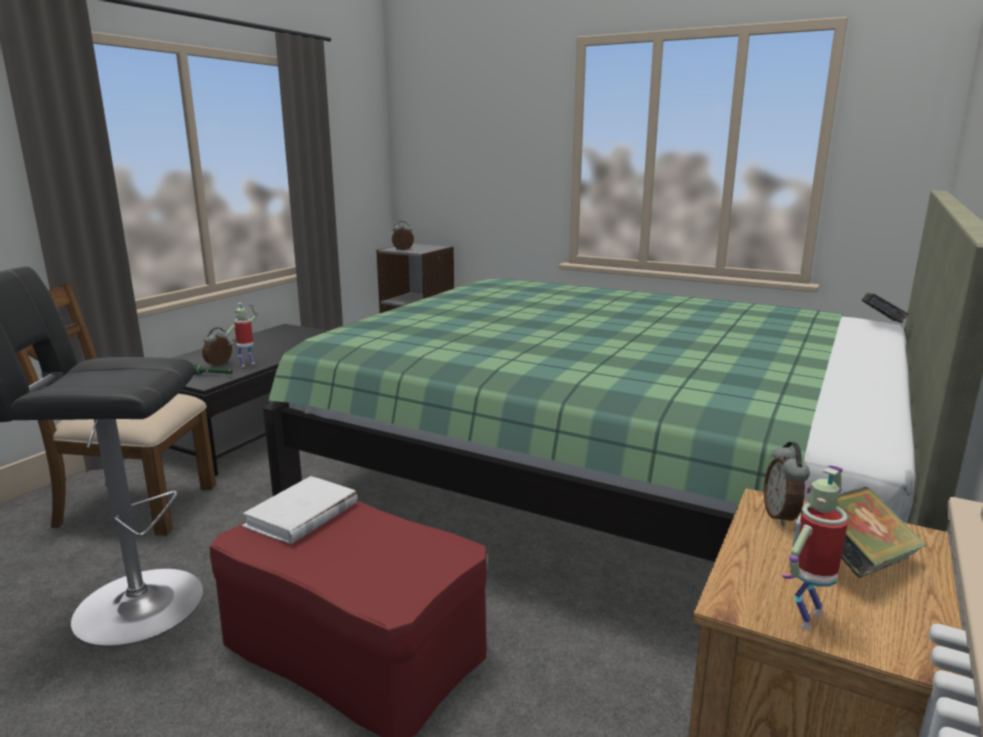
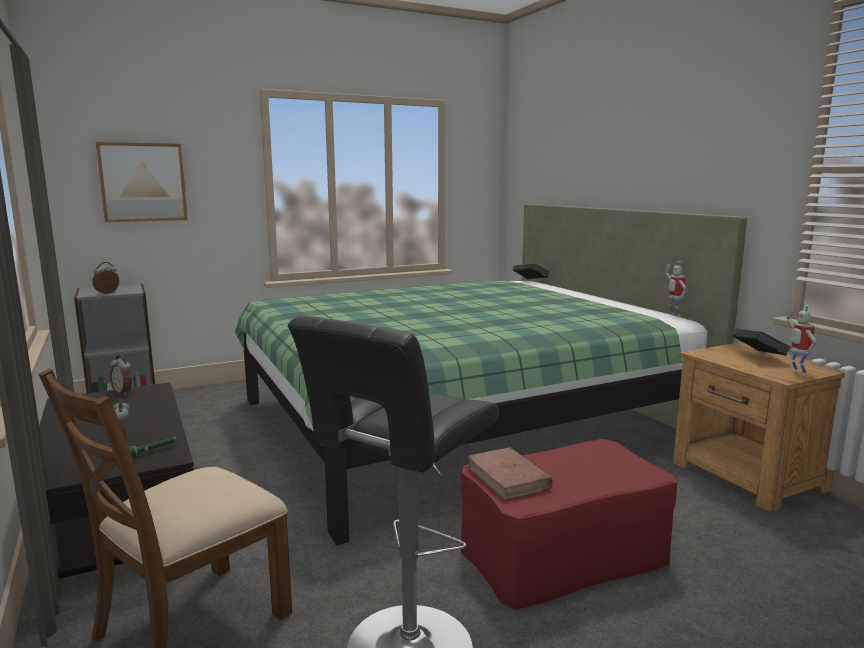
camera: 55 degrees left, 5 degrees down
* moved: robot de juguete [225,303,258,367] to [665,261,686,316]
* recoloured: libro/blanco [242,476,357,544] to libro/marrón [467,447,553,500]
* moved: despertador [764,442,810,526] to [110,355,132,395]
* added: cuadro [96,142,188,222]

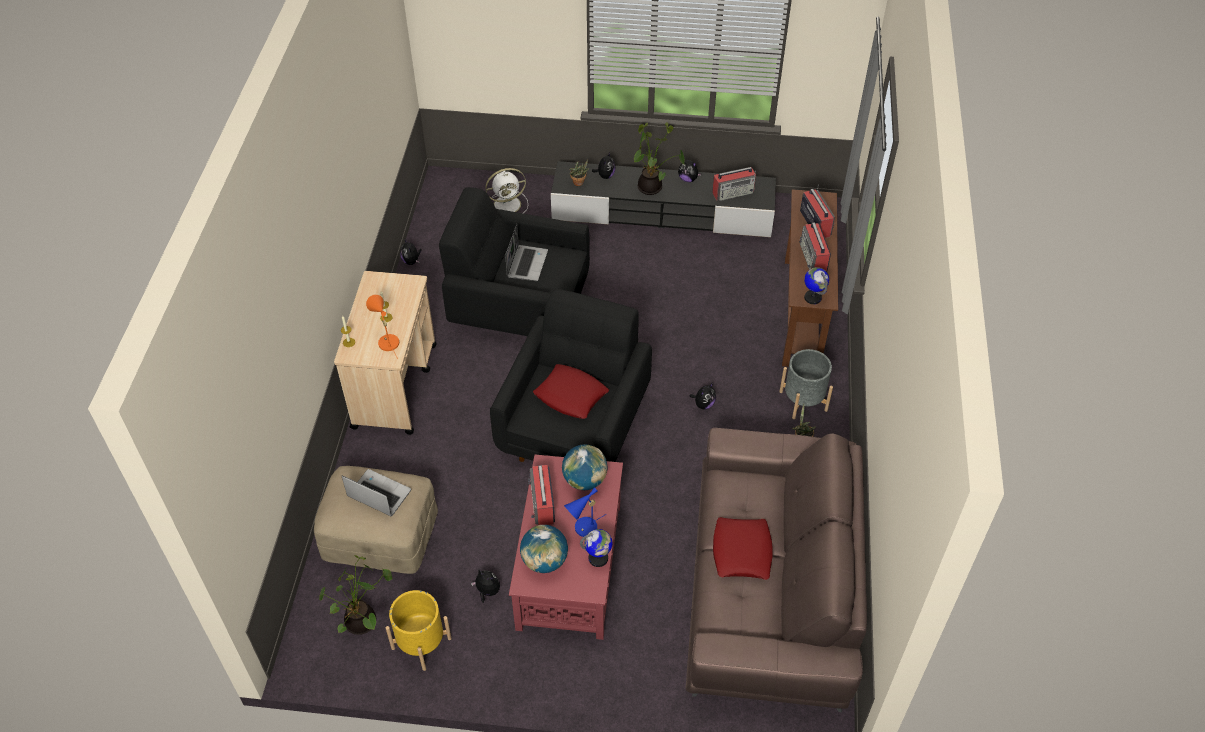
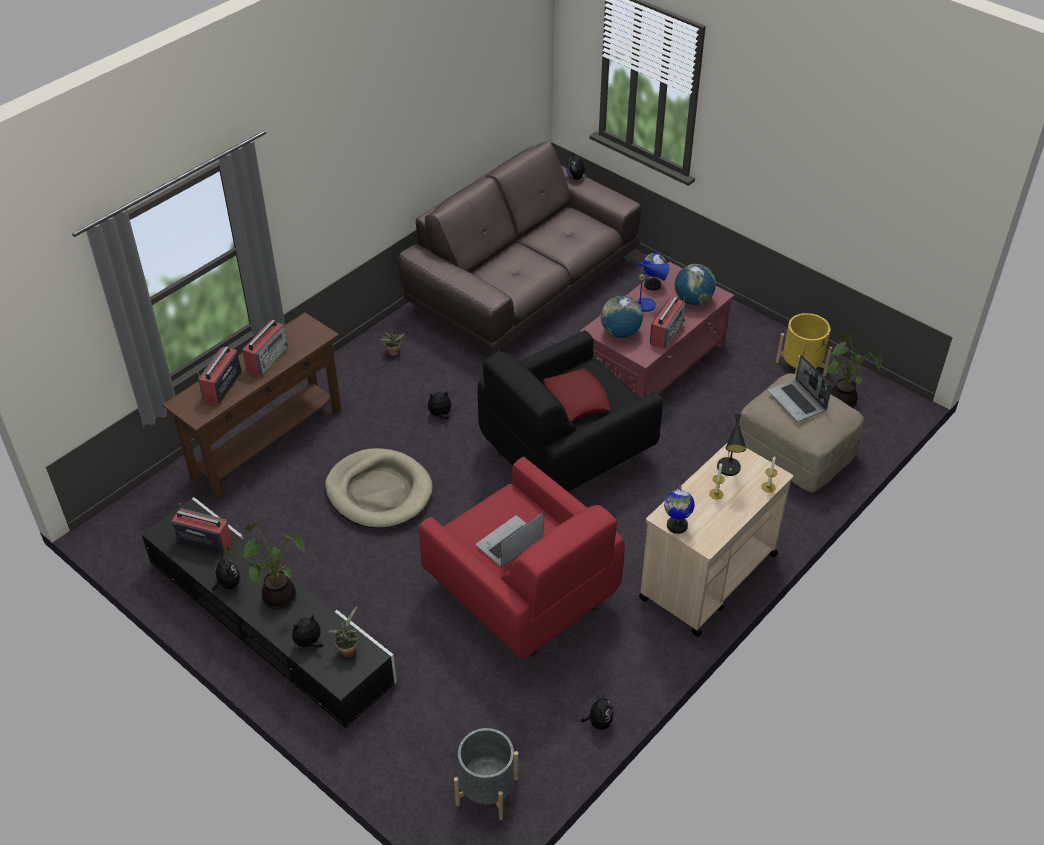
camera: 145 degrees left, 5 degrees down
* recoloured: lámpara de mesa/naranja [366,295,399,359] to lámpara de mesa/negro [717,414,746,476]
* recoloured: sillón/negro [439,187,590,336] to sillón/rojo [419,457,625,659]
* moved: peluche [471,569,500,603] to [566,152,587,180]
* removed: ventilador/blanco [485,168,528,212]
* removed: cojín/rojo [713,517,773,580]
* moved: maceta/gris [779,349,833,419] to [454,728,519,820]
* moved: globo terráqueo [804,267,829,304] to [664,485,694,534]
* added: cama para perro/beis [325,448,433,528]

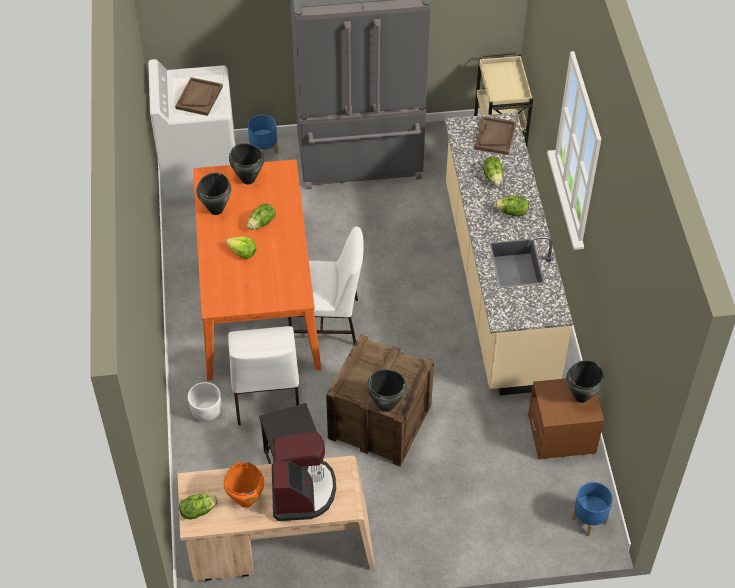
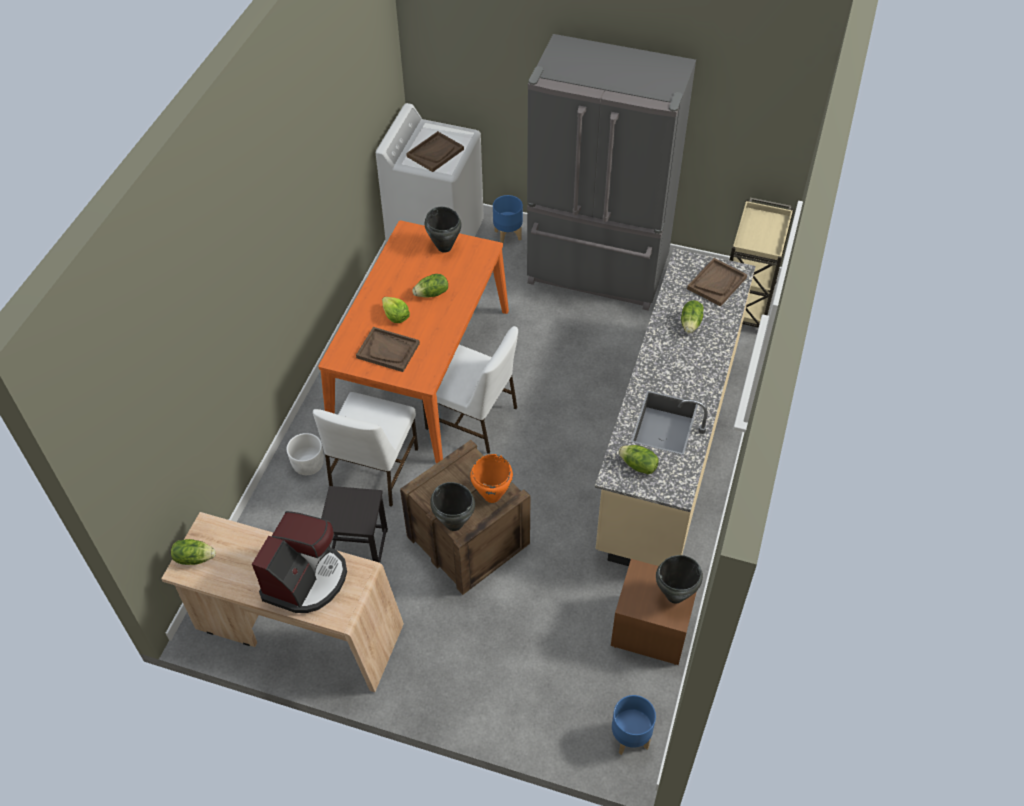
camera: 25 degrees right, 0 degrees up
* removed: olla/negro [197,173,231,215]
* moved: olla/naranja [224,462,264,508] to [470,454,513,503]
* moved: lechuga [494,196,529,216] to [618,445,659,474]
* added: bandeja/marrón [356,327,420,372]

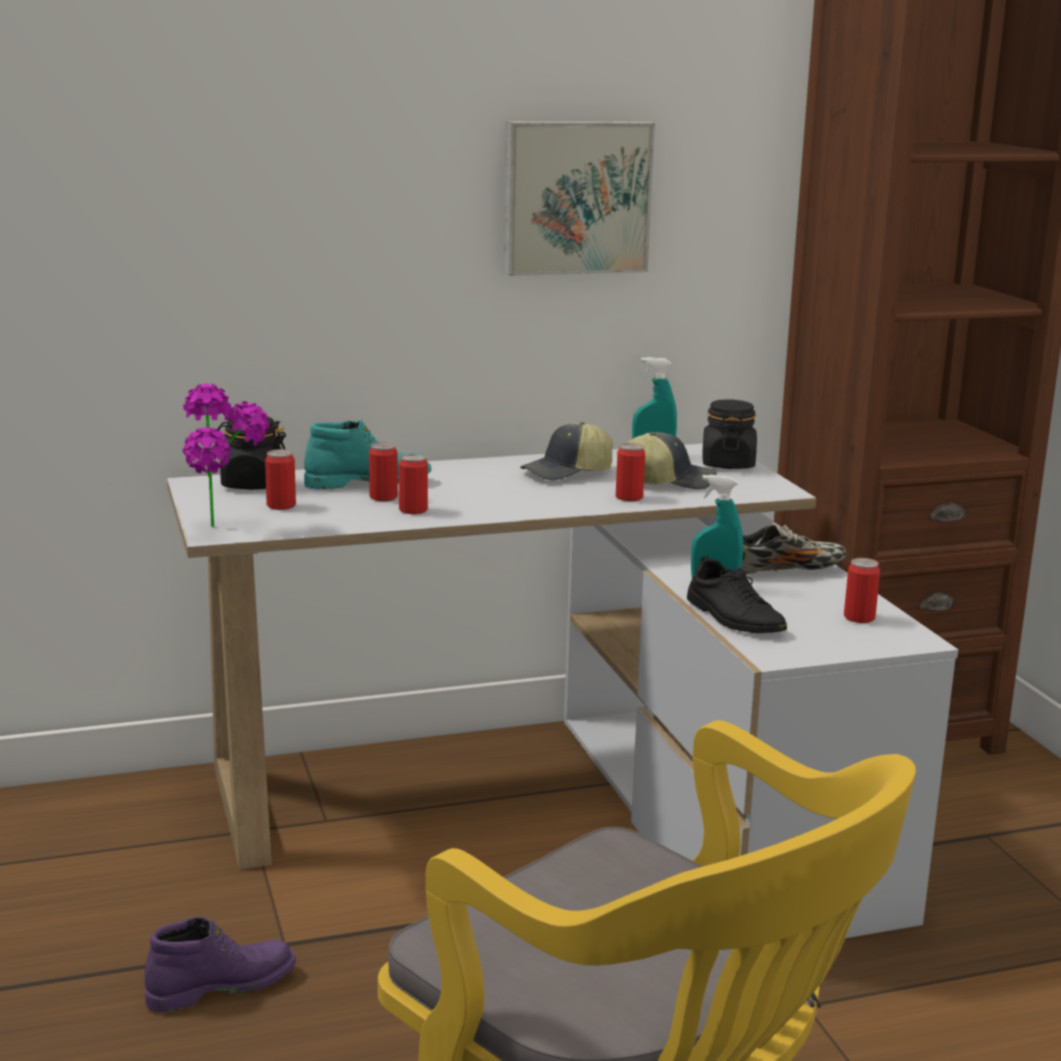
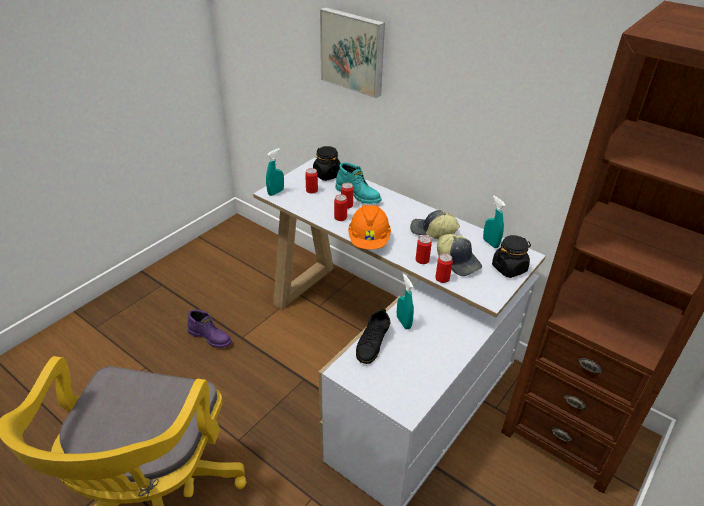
camera: 55 degrees right, 20 degrees up
* replaced: planta en maceta [183,384,269,527] to pulverizador/turquesa [266,148,284,196]
* moved: cuadro [504,121,655,276] to [320,7,385,98]
* removed: zapato [742,525,847,574]
* moved: lata [844,558,880,623] to [435,253,453,283]
* added: casco/naranja [348,205,391,249]

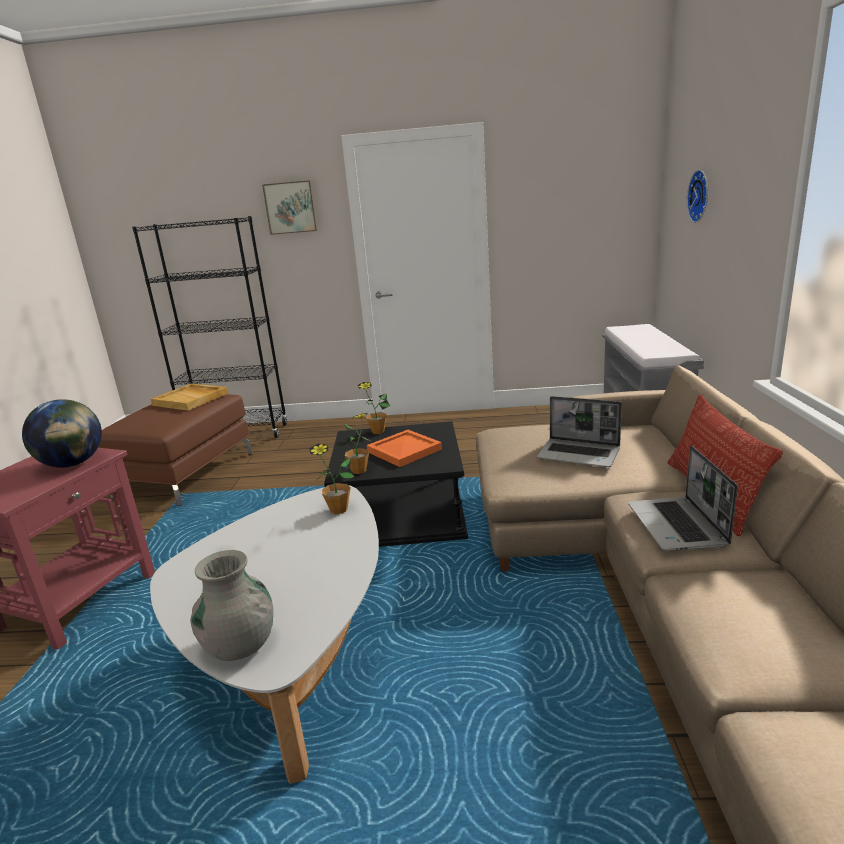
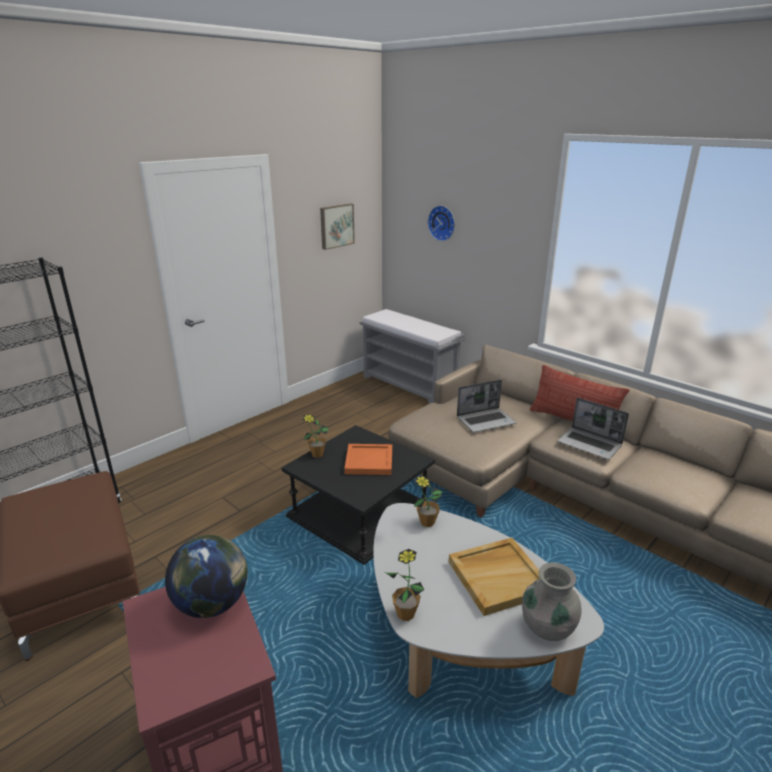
camera: 50 degrees left, 5 degrees up
* moved: bandeja/beis [151,383,228,411] to [449,538,540,616]
* moved: cuadro [262,180,318,235] to [320,204,355,250]
* moved: planta en maceta [340,413,372,474] to [385,549,425,621]

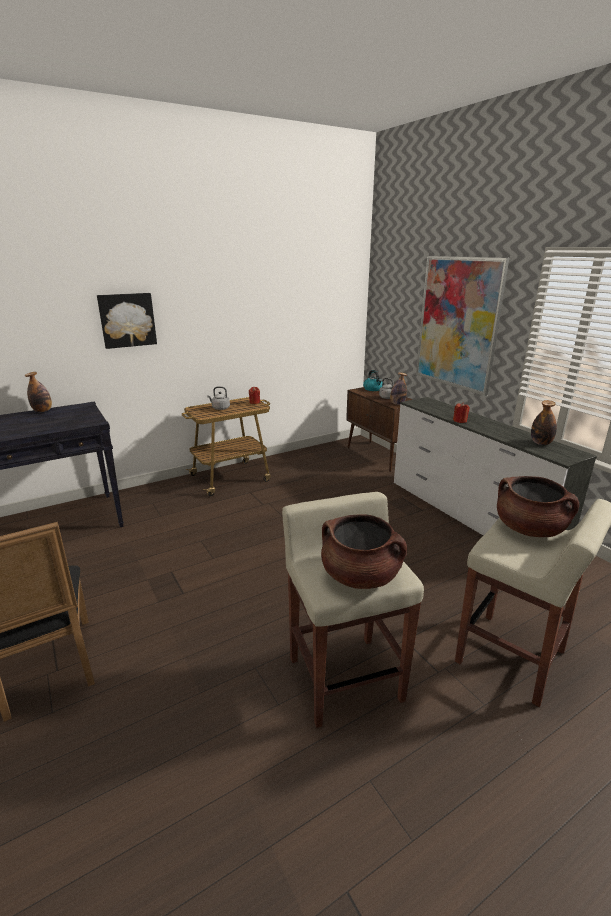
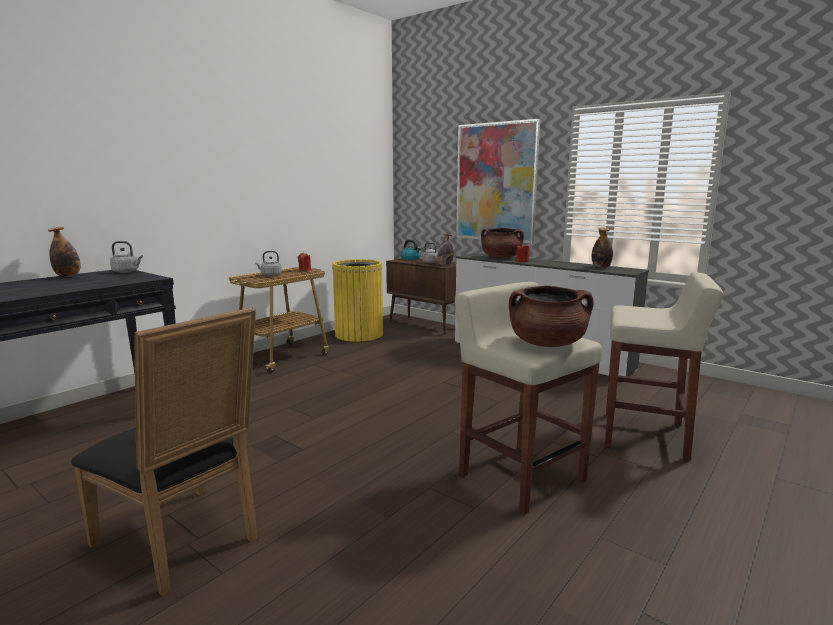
camera: 20 degrees left, 10 degrees down
* removed: cuadro [97,293,157,349]
* moved: olla/marrón [497,476,579,537] to [481,228,524,258]
* added: hervidor/gris [110,241,143,273]
* added: papelera/amarillo [332,259,383,342]

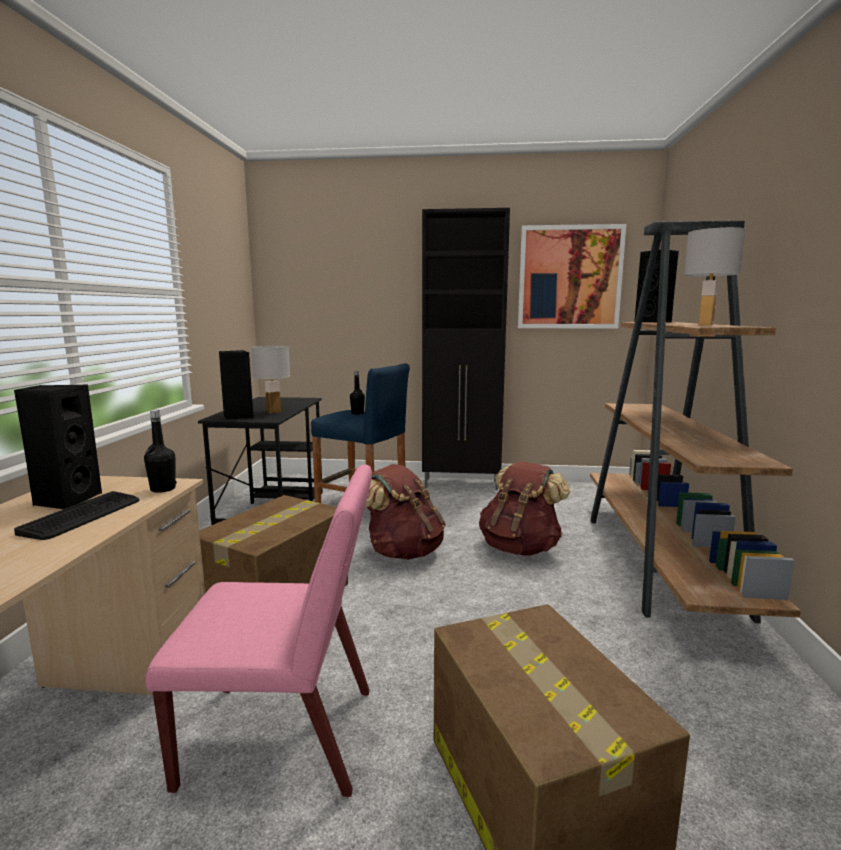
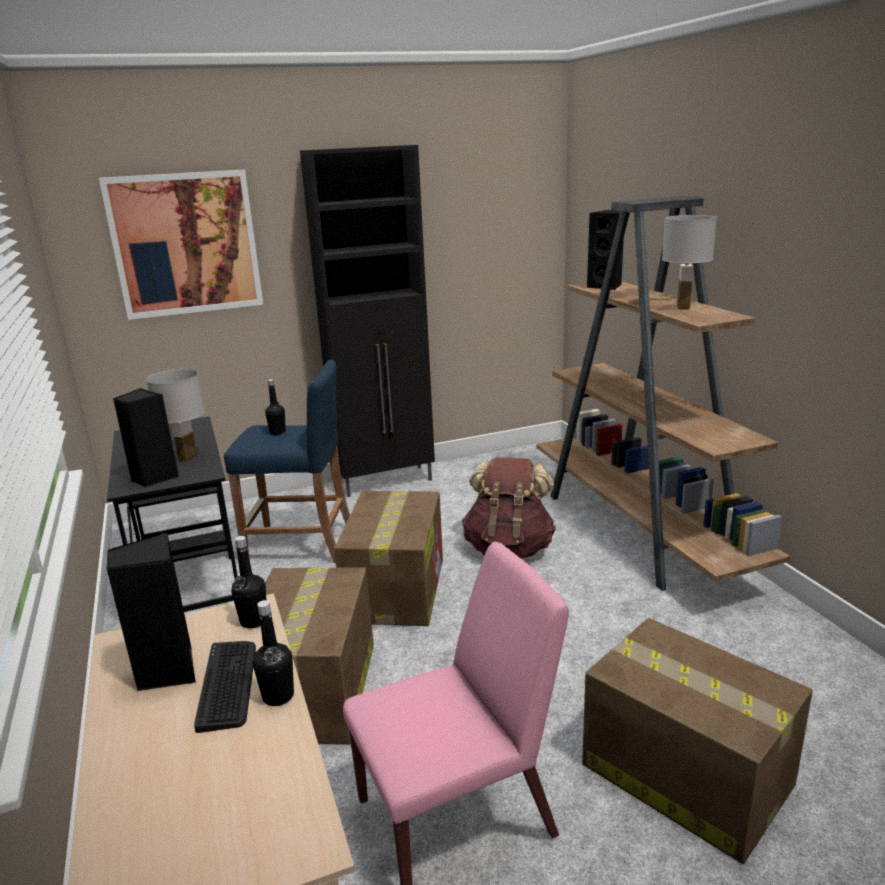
camera: 25 degrees left, 10 degrees up
* replaced: mochila/marrón [365,464,446,560] to caja de cartón [334,491,443,626]
* moved: cuadro [518,224,626,329] to [99,170,263,320]
* added: botella/negro [253,600,294,706]

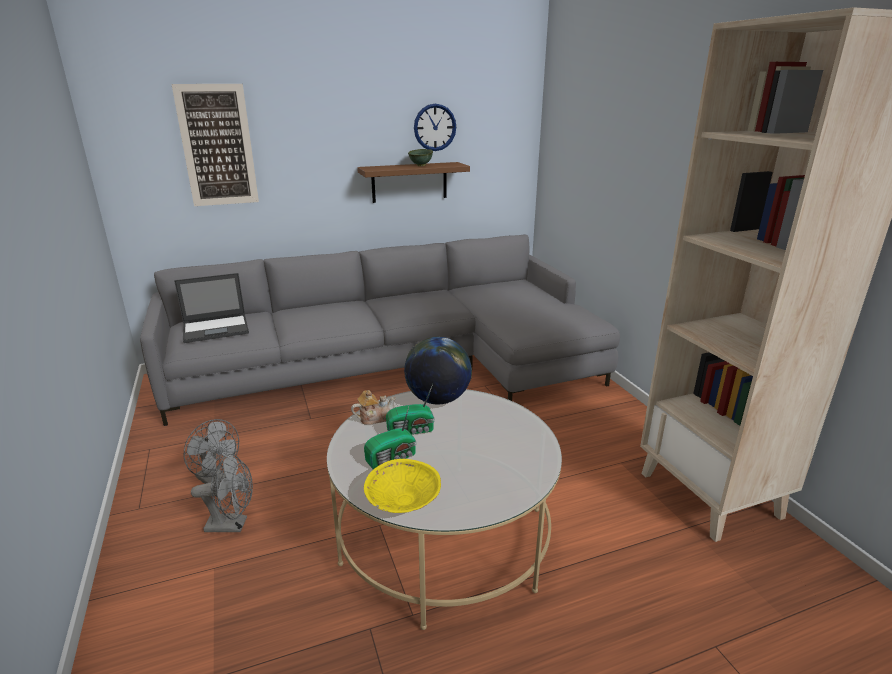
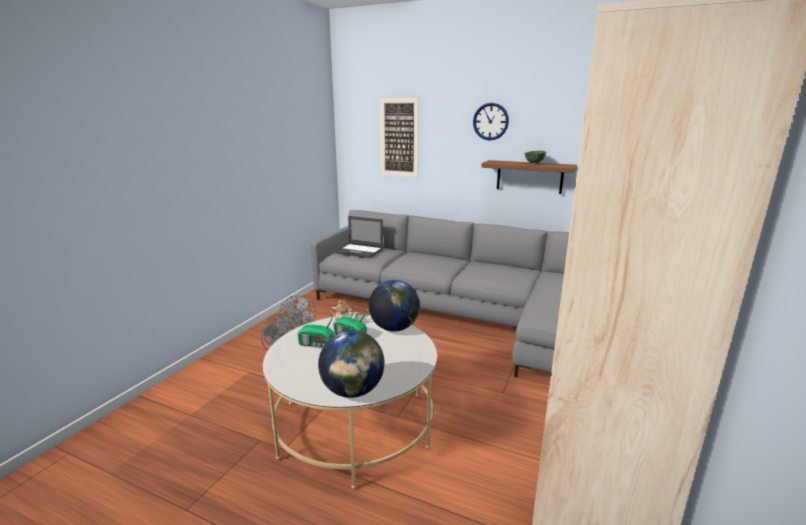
camera: 45 degrees right, 5 degrees down
* removed: cuenco/amarillo [364,459,441,513]
* moved: reloj de pared [414,104,456,151] to [473,103,509,140]
* added: globo terráqueo [318,330,384,398]

